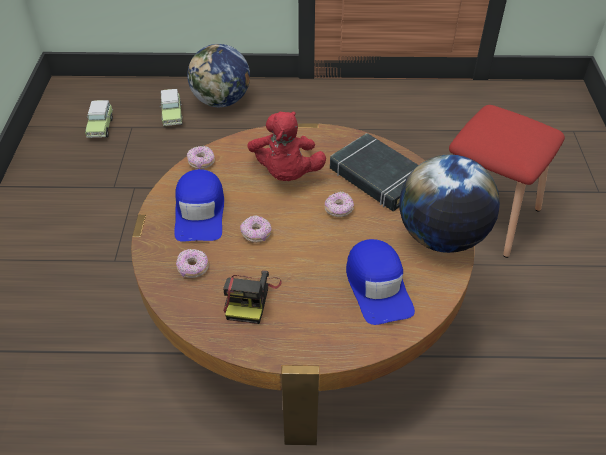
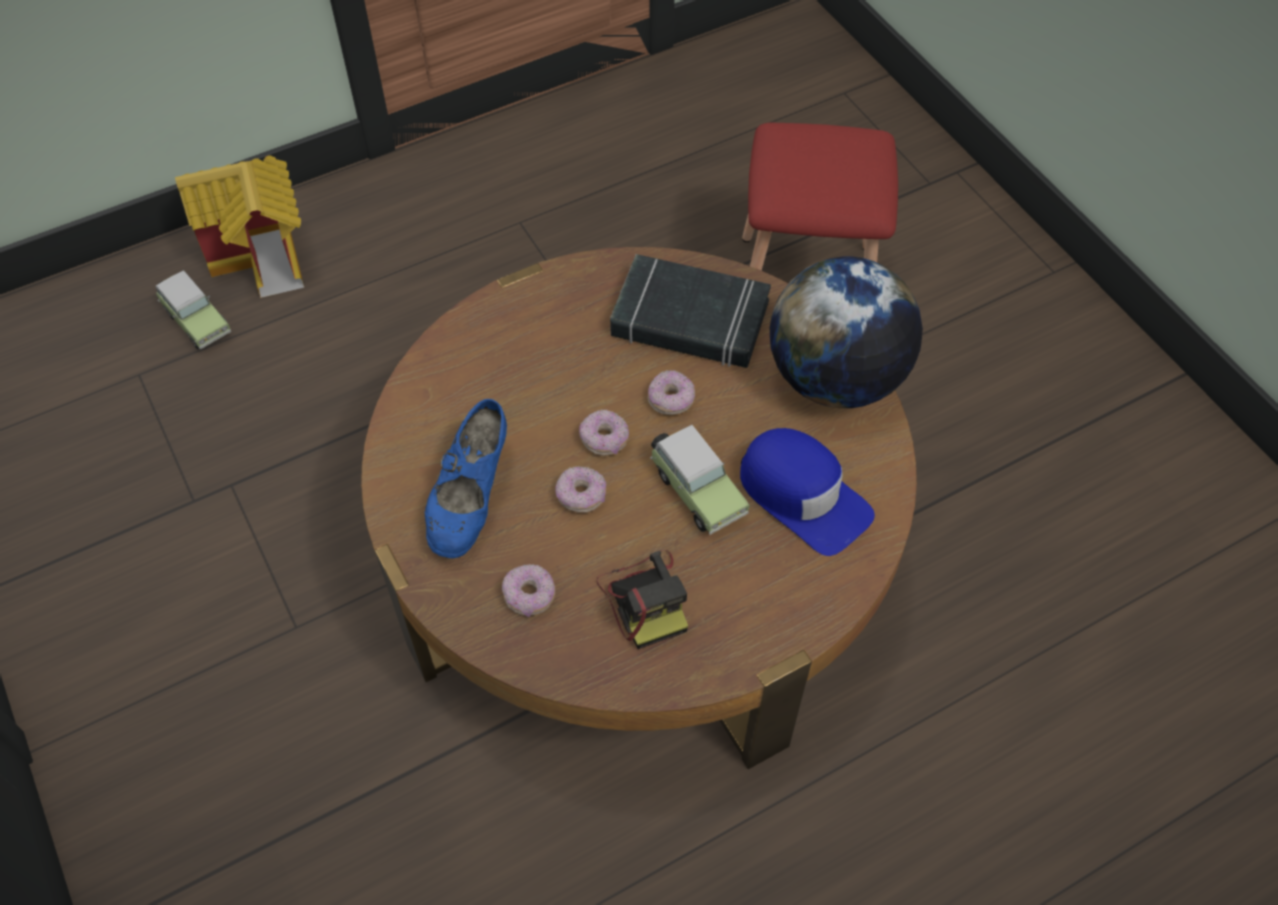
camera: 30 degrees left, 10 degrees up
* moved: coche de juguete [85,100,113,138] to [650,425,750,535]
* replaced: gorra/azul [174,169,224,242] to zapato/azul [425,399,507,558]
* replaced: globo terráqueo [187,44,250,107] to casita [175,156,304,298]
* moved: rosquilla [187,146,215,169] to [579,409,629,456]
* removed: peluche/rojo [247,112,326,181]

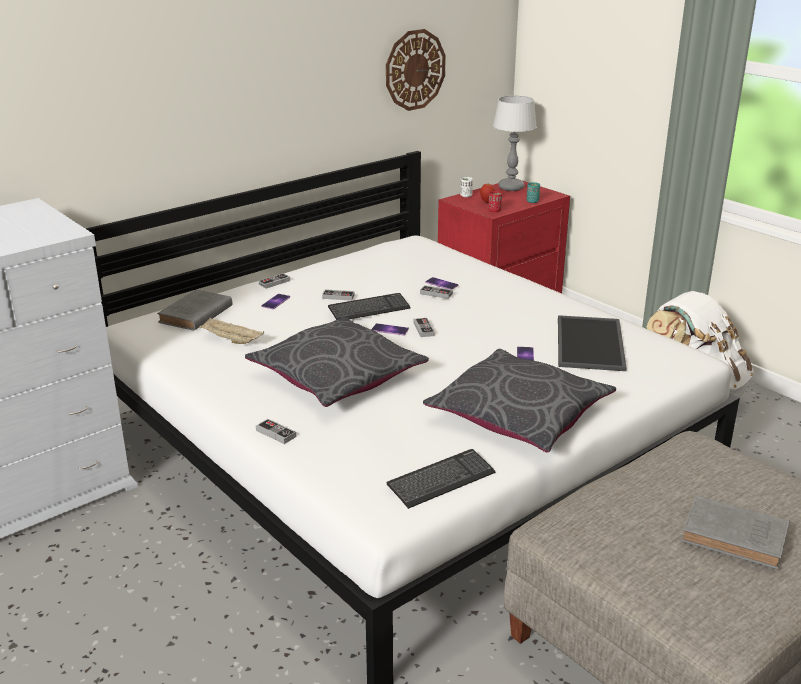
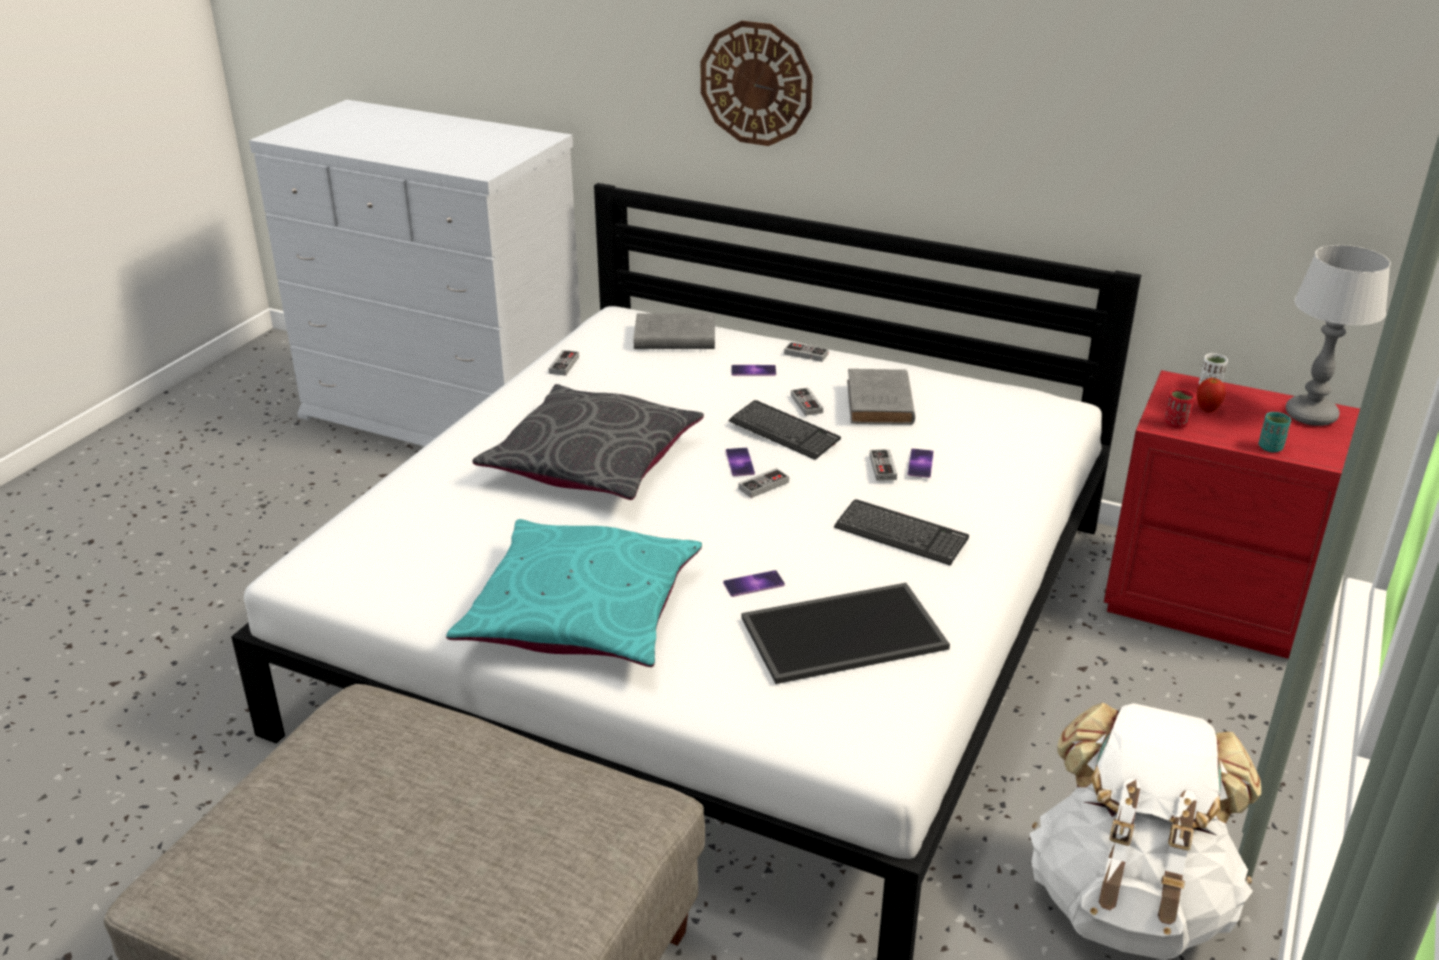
camera: 65 degrees right, 5 degrees up
* removed: bandeja/beis [199,318,264,344]
* moved: mando de consola [256,419,296,444] to [549,350,579,376]
* moved: reloj de pared [386,29,446,111] to [701,21,813,146]
* moved: teclado [387,449,496,509] to [834,499,969,566]
* recoloured: cojín/gris [423,349,616,453] to cojín/turquesa [446,519,702,667]
* moved: libro/gris [681,495,790,570] to [847,369,915,425]

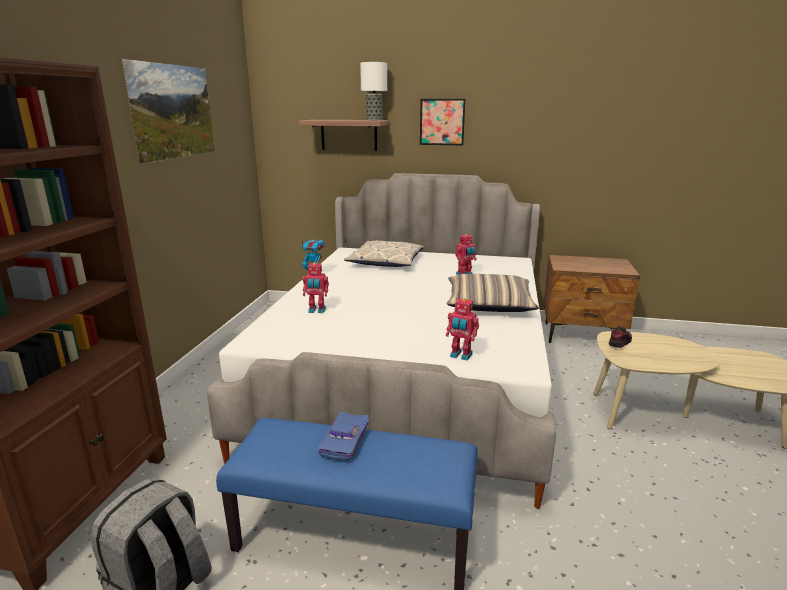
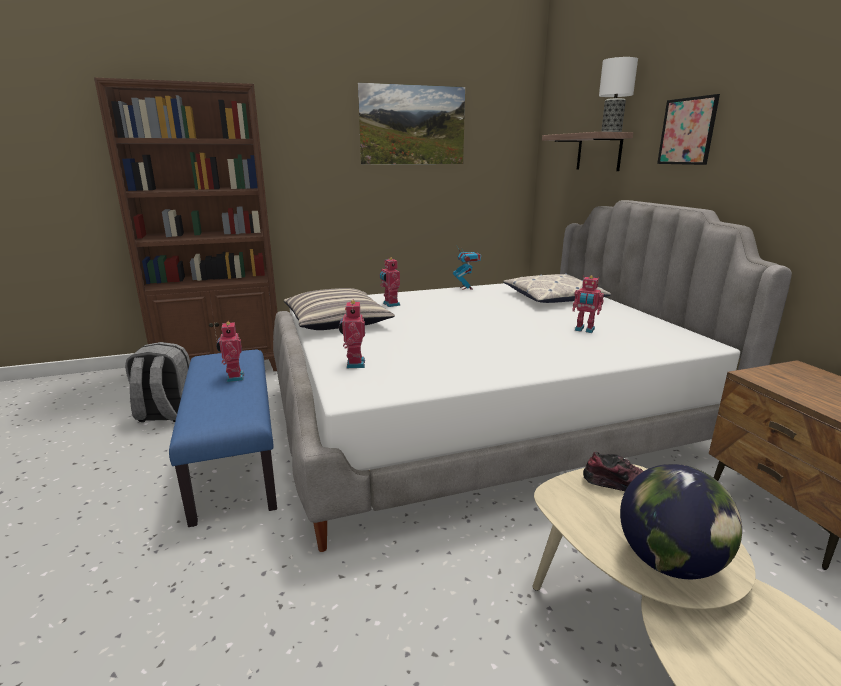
camera: 60 degrees right, 0 degrees up
* replaced: coche de juguete/azul [318,411,370,461] to robot de juguete [216,320,244,382]
* moved: cojín [447,274,539,312] to [284,288,395,330]
* added: globo terráqueo [620,464,742,579]

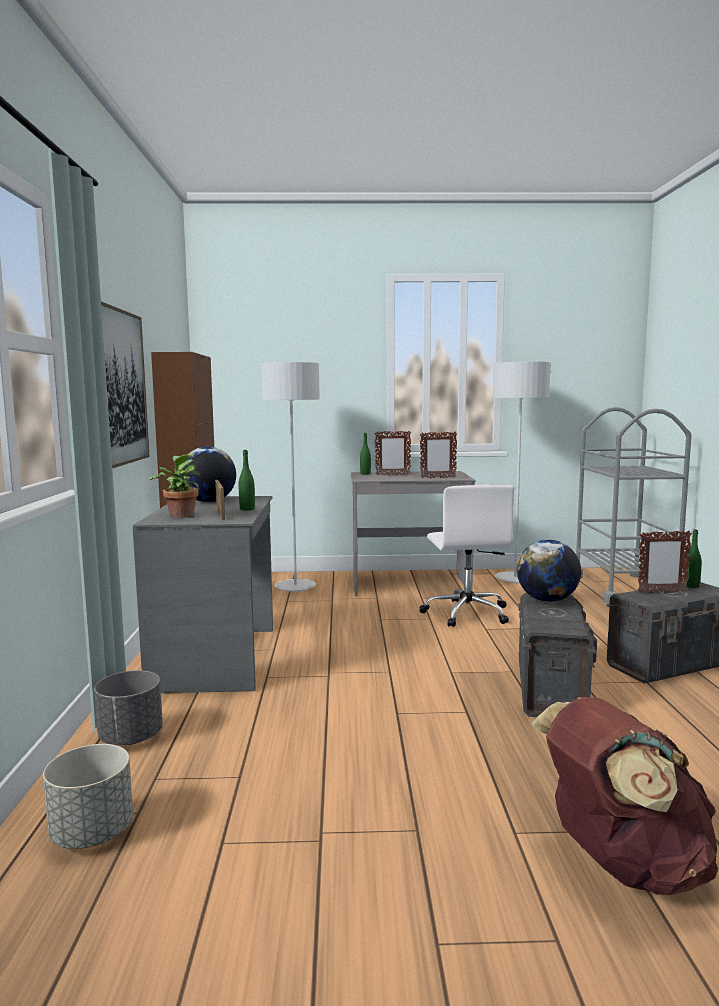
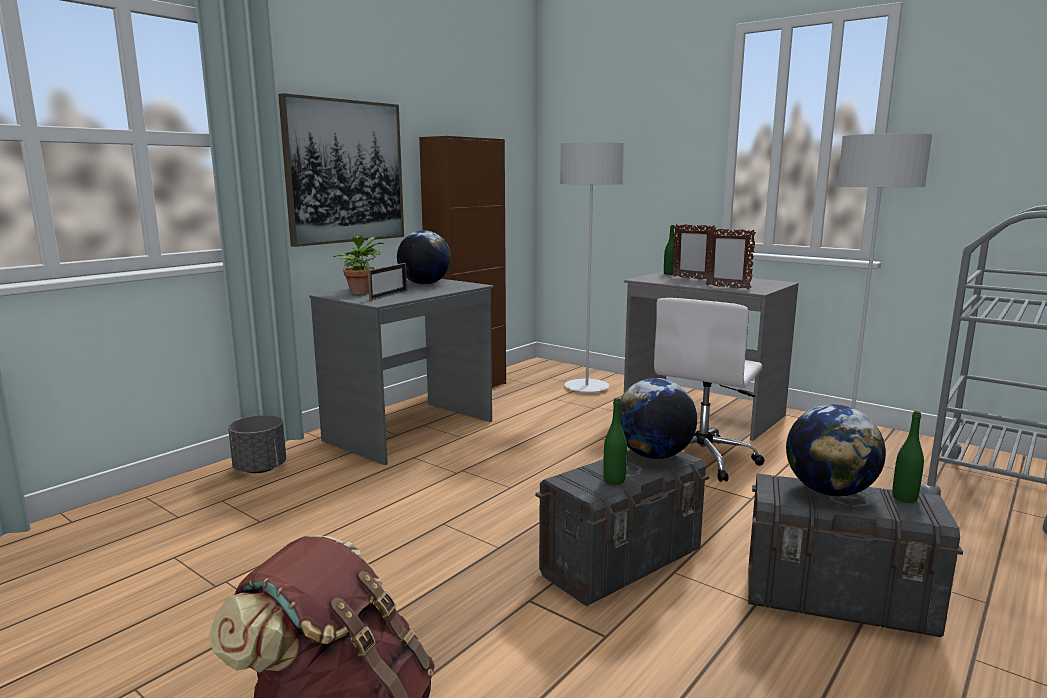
camera: 40 degrees right, 5 degrees up
* removed: maceta/gris [43,744,133,849]
* moved: botella/verde [239,450,255,511] to [603,398,627,485]
* replaced: portarretratos [638,530,692,593] to globo terráqueo [786,404,886,496]

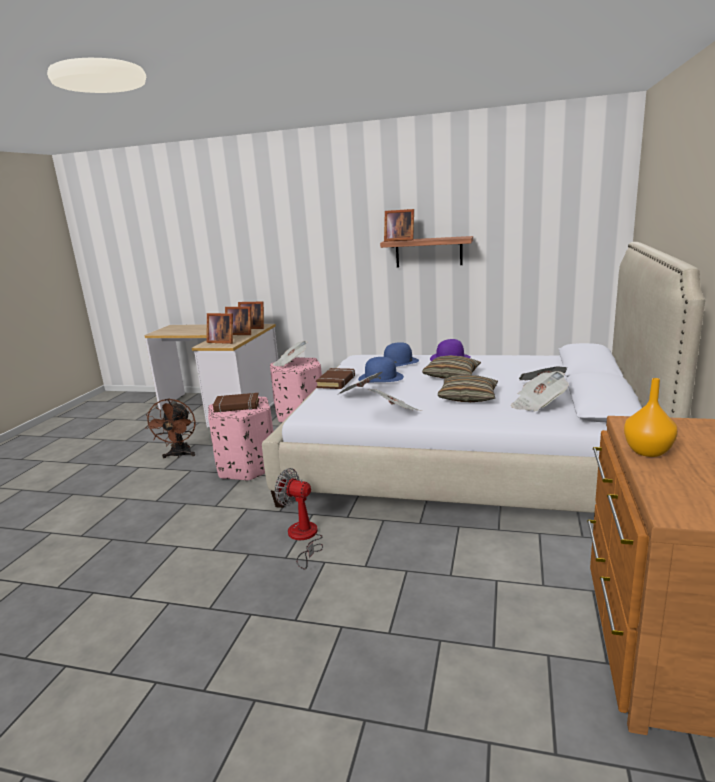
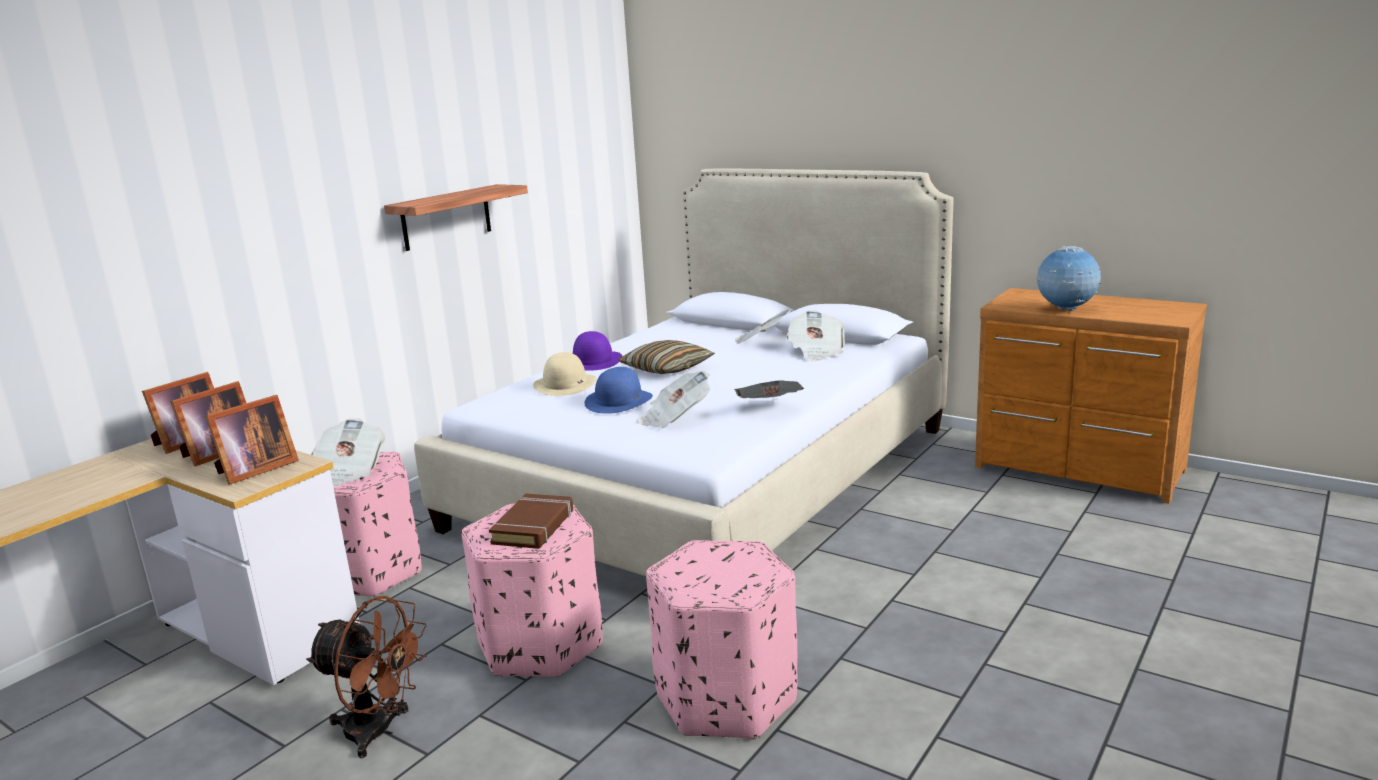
camera: 70 degrees left, 0 degrees up
* removed: ventilador [275,468,323,570]
* removed: libro/marrón [316,368,355,389]
* removed: portarretratos [384,209,414,242]
* recoloured: sombrero/azul [384,342,419,367] to sombrero/beis [533,352,597,396]
* removed: cojín [438,375,498,402]
* replaced: florero/naranja [624,378,678,457] to globo terráqueo [1037,246,1101,311]
* added: puf/rosa [646,540,797,739]

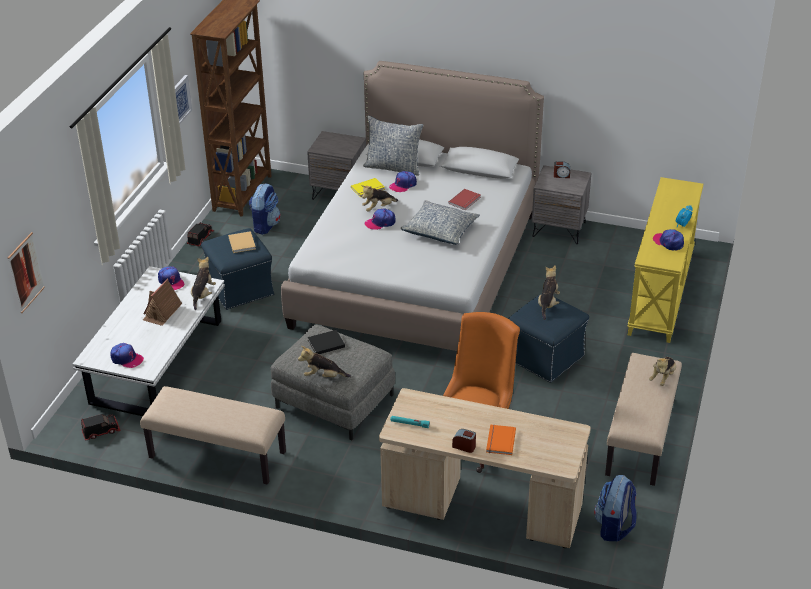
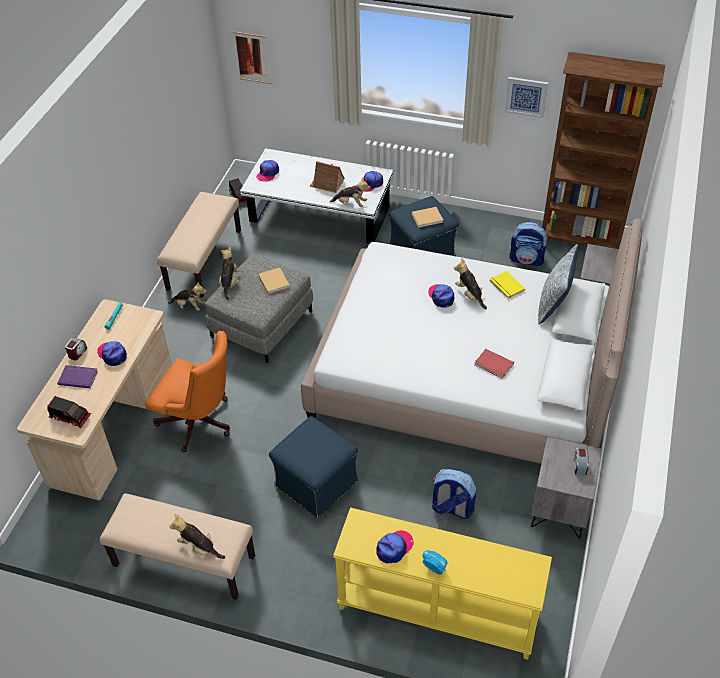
camera: 90 degrees right, 10 degrees up
* moved: camión de juguete [187,222,214,247] to [47,396,91,428]
* recoloured: libro/negro [308,330,345,354] to libro/beis [259,268,289,294]
* moved: gorra [389,171,417,193] to [97,341,127,366]
* removed: cojín [400,200,480,245]
* recoloured: libro/naranja [486,425,516,455] to libro/morado [58,365,98,388]
* moved: peluche [538,265,560,320] to [168,282,207,311]
* moved: mochila [594,475,637,541] to [432,469,476,519]

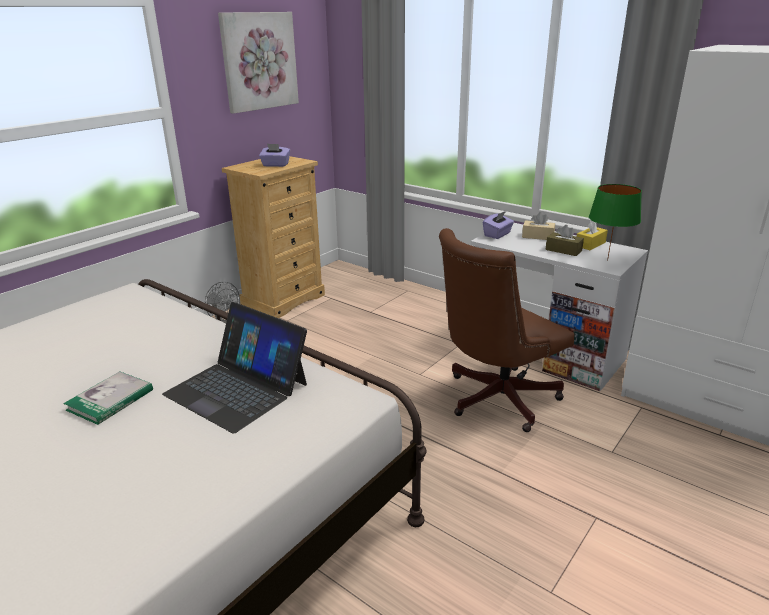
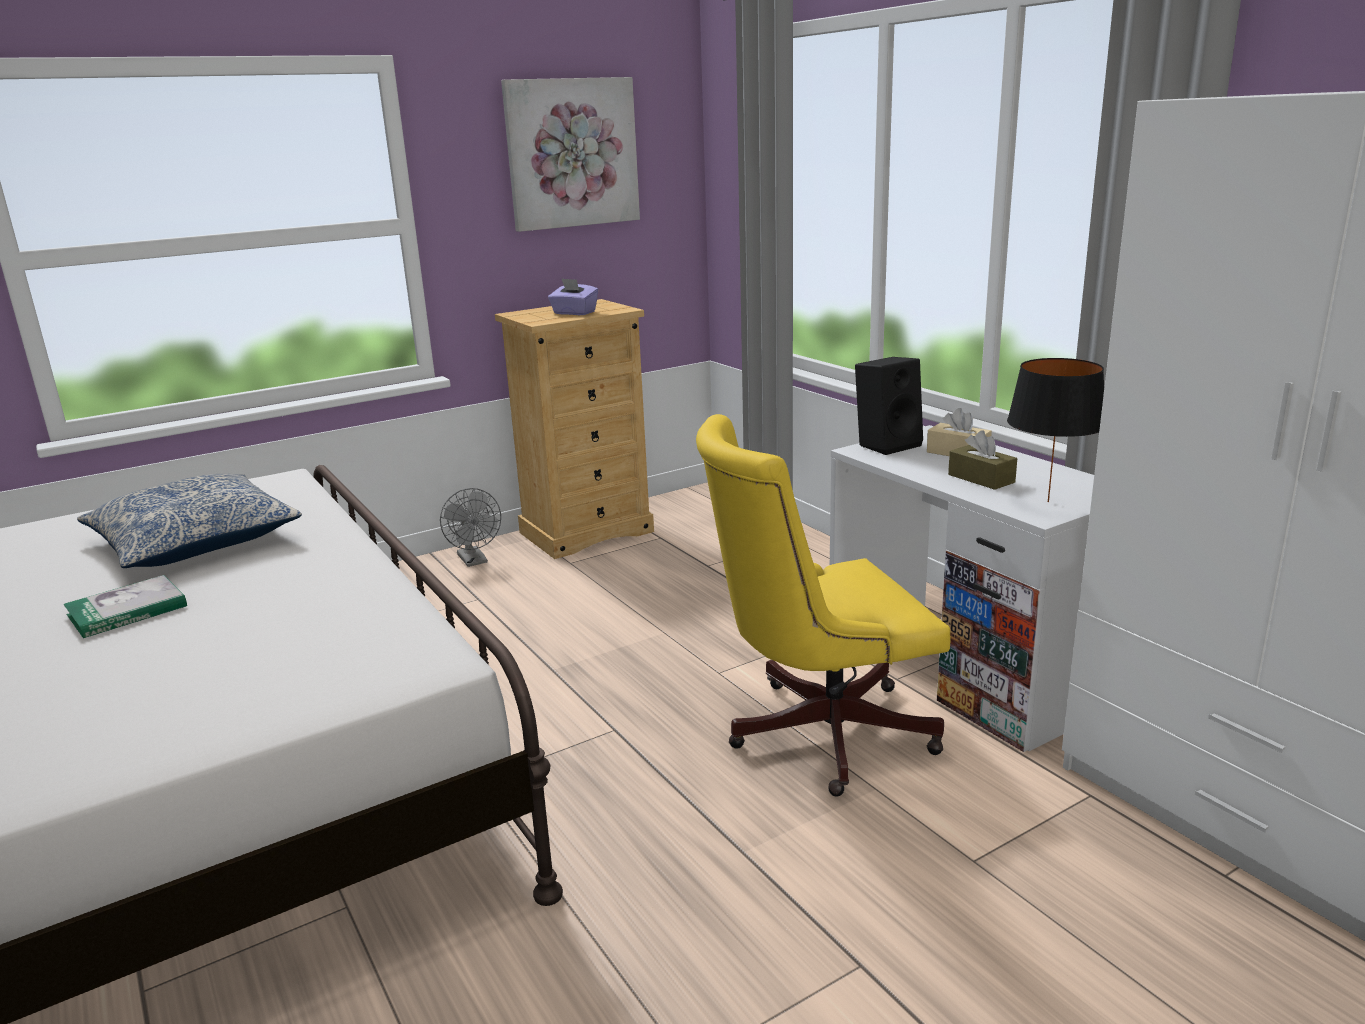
camera: 20 degrees right, 5 degrees down
* removed: portátil [162,302,307,434]
* recoloured: silla de oficina/marrón [439,228,574,432] to silla de oficina/amarillo [696,414,950,797]
* replaced: caja de pañuelos/morado [483,211,514,239] to altavoz/negro [855,357,923,455]
* removed: caja de pañuelos/amarillo [577,220,608,250]
* recoloured: lámpara de mesa/verde [589,184,642,261] to lámpara de mesa/negro [1007,358,1104,502]
* added: cojín [77,474,302,568]

